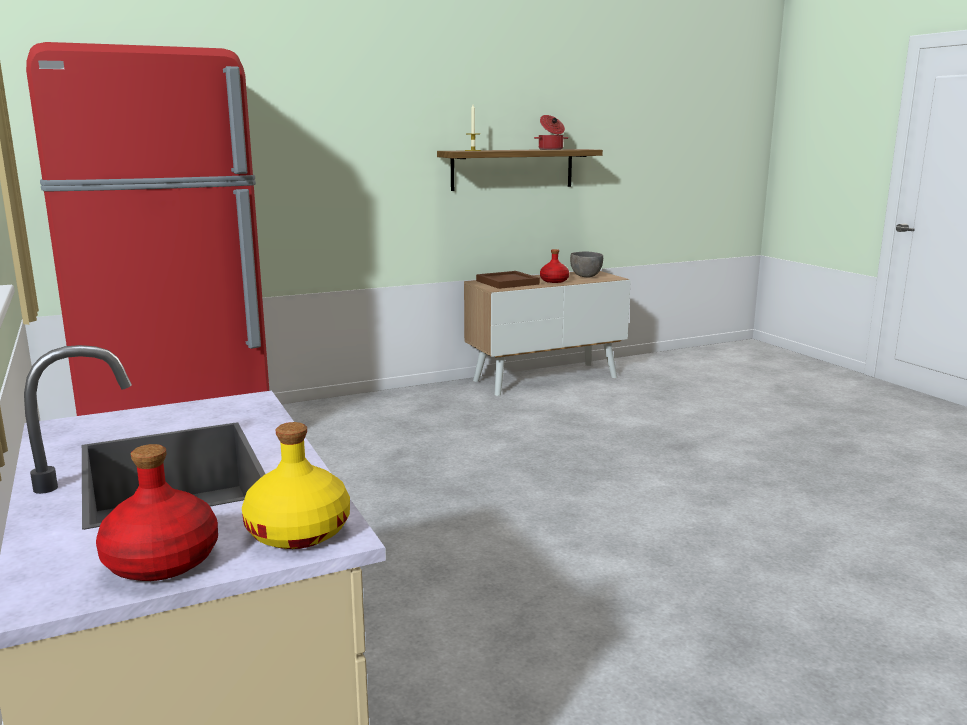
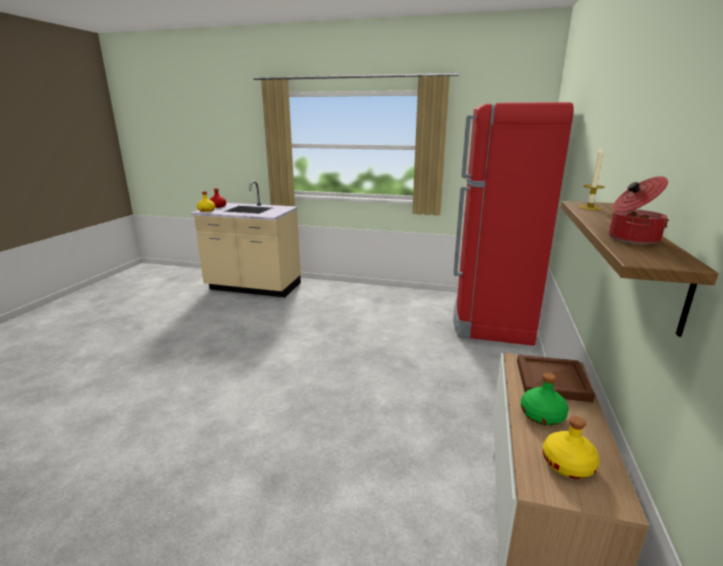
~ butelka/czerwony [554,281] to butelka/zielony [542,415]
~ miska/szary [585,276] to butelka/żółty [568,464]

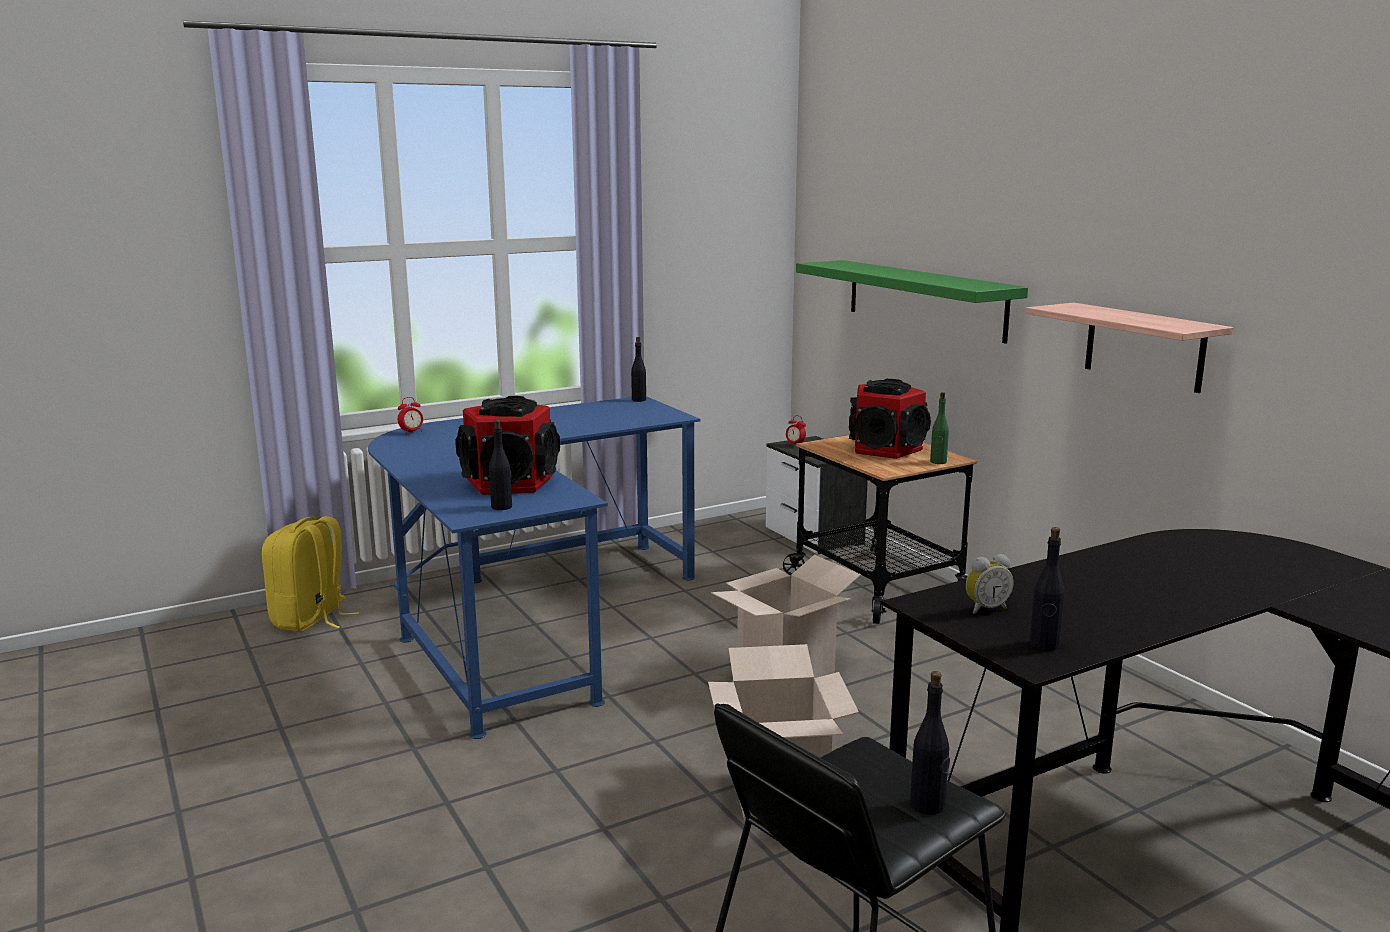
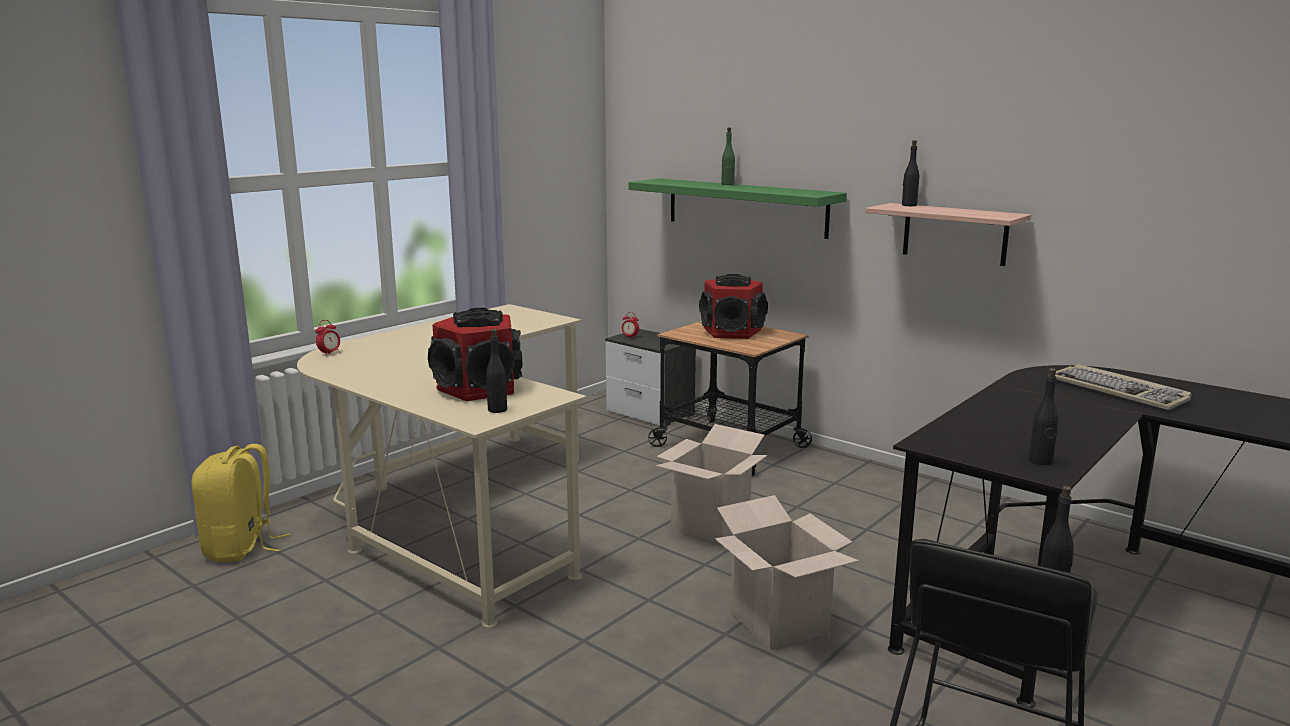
~ biurko/niebieski [528,618] to biurko/beżowy [457,515]
~ butelka/czarny [638,400] to [909,205]
~ butelka/zielony [938,462] to [727,184]
- budzik [985,609]
+ klawiatura [1119,391]

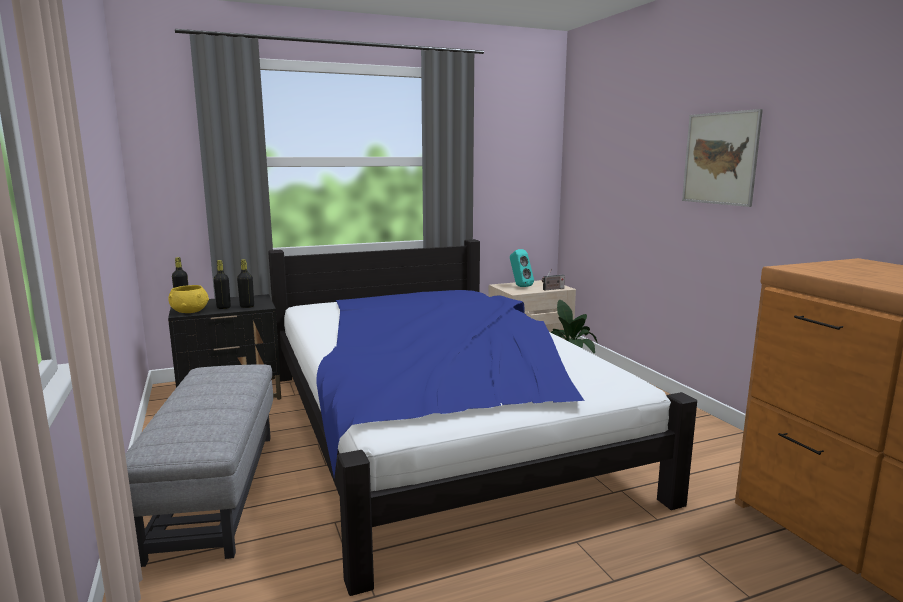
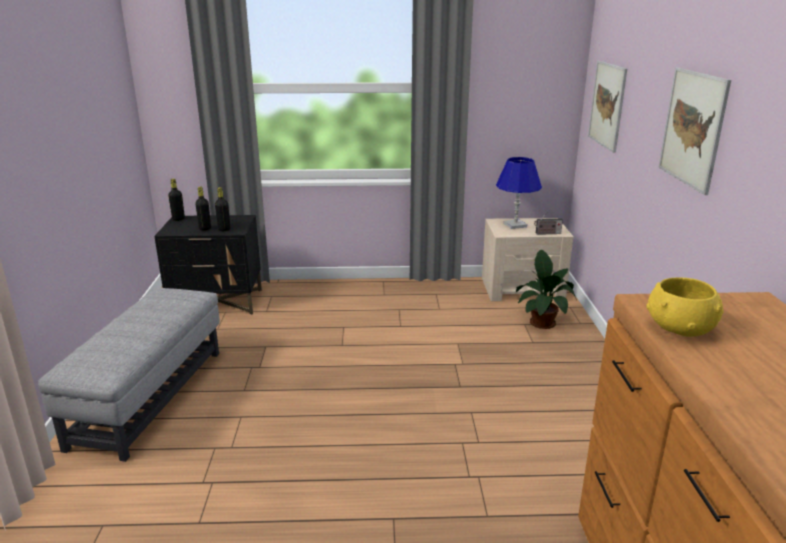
~ miska/żółty [190,311] to [680,328]
- łóżko [438,427]
~ głośnik/turkusowy [519,286] to lampa stołowa/niebieski [515,225]
+ obraz [607,105]

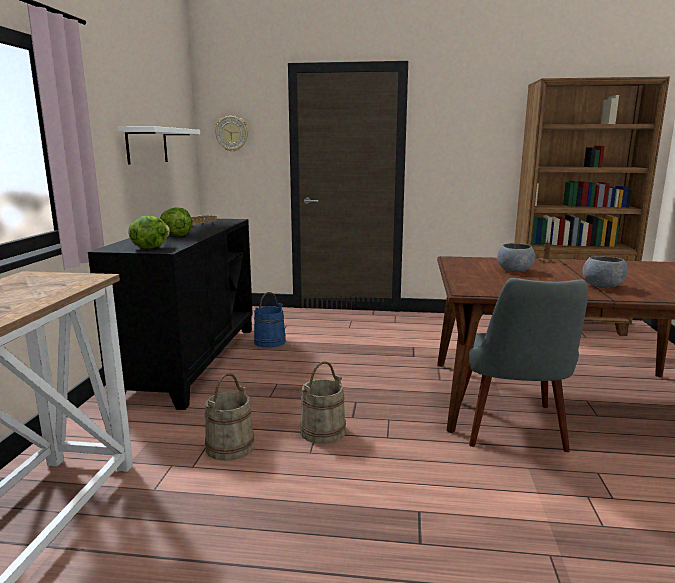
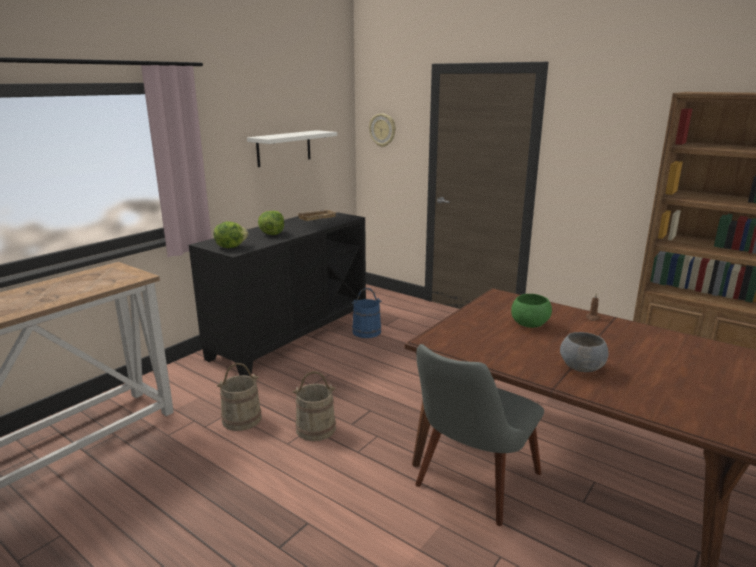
~ miska/szary [514,271] to miska/zielony [529,324]

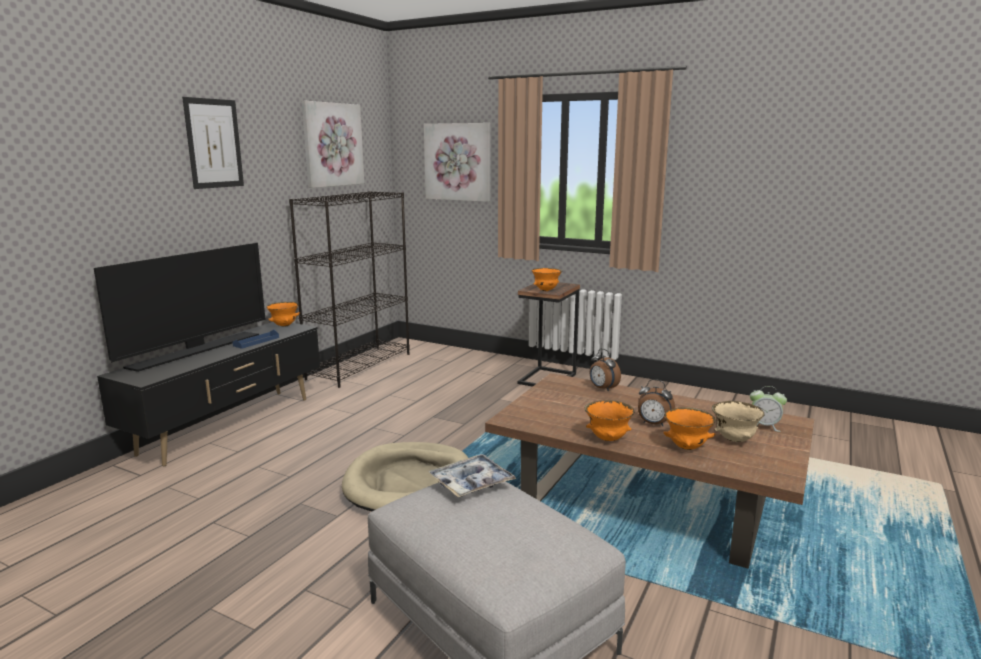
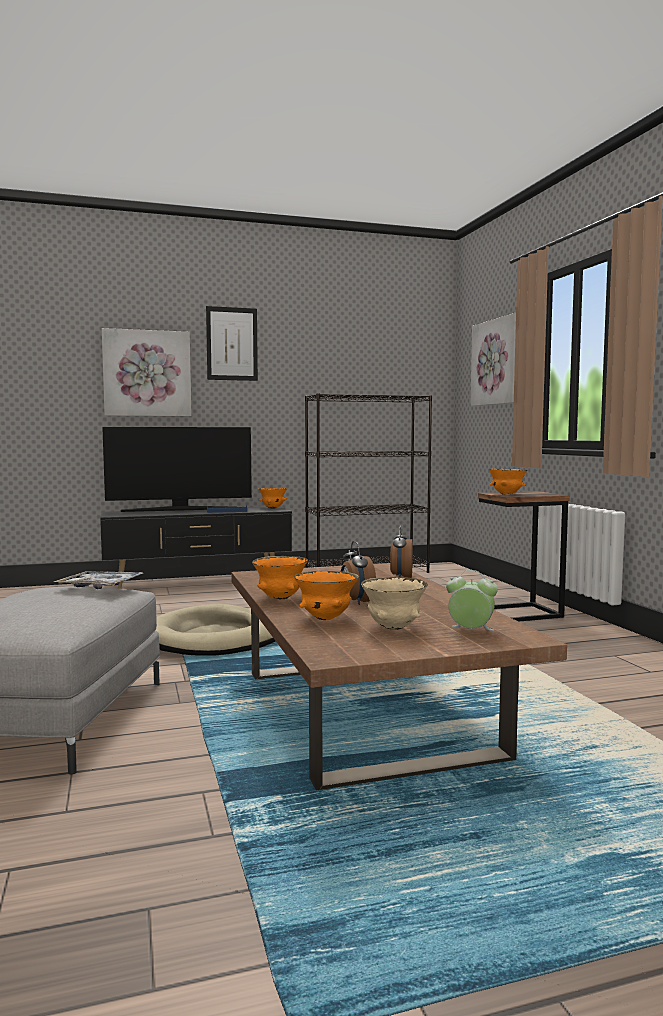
~ obraz [332,144] to [147,373]
~ budzik [764,426] = [471,631] 135 degrees clockwise

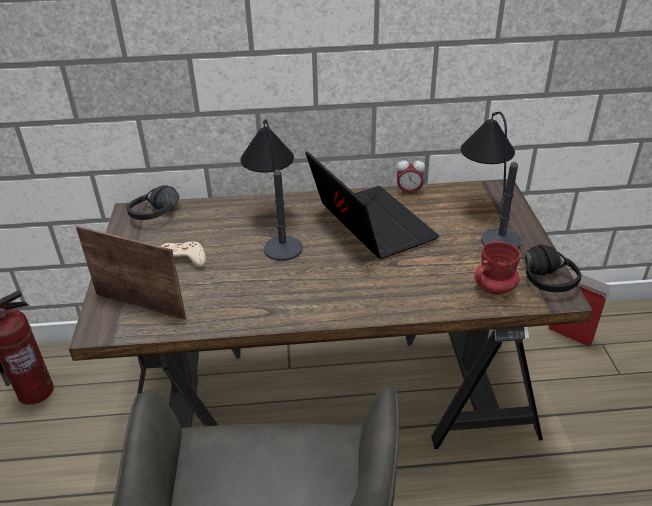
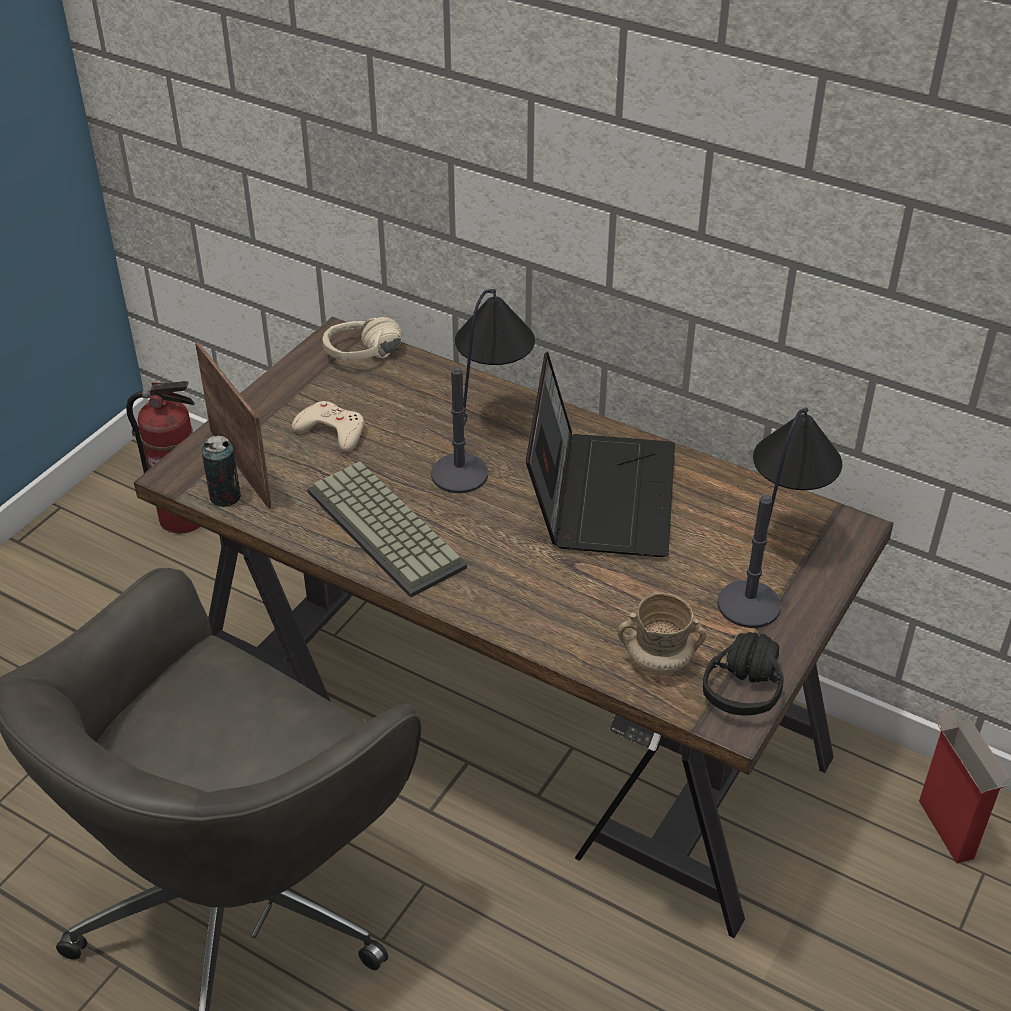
~ słuchawki/czarny [161,216] to słuchawki/beżowy [366,360]
- budzik [409,192]
~ kubek/czerwony [494,288] to kubek/beżowy [658,661]
+ puszka [225,497]
+ klawiatura [389,529]

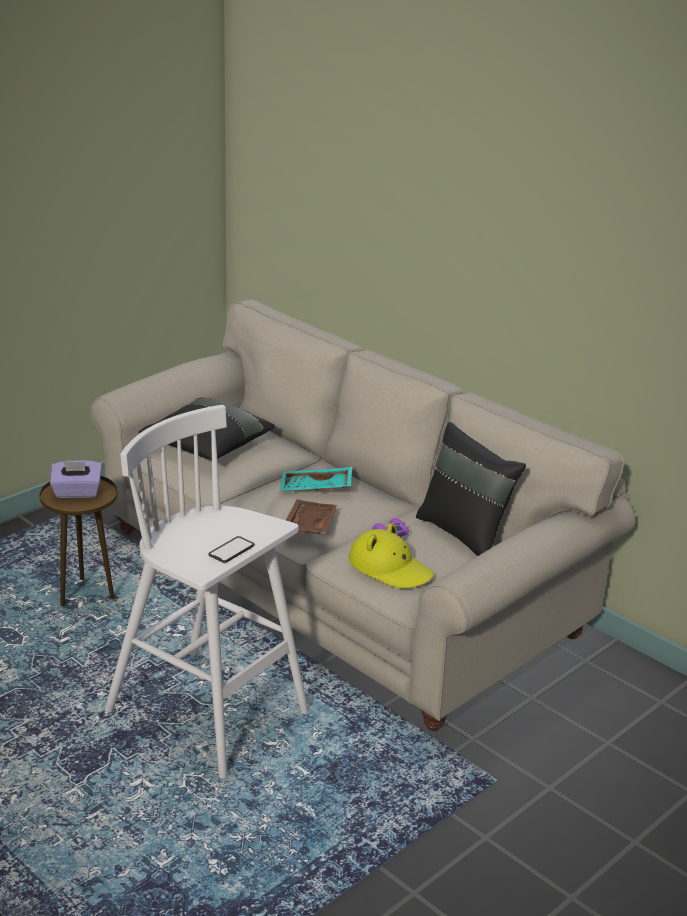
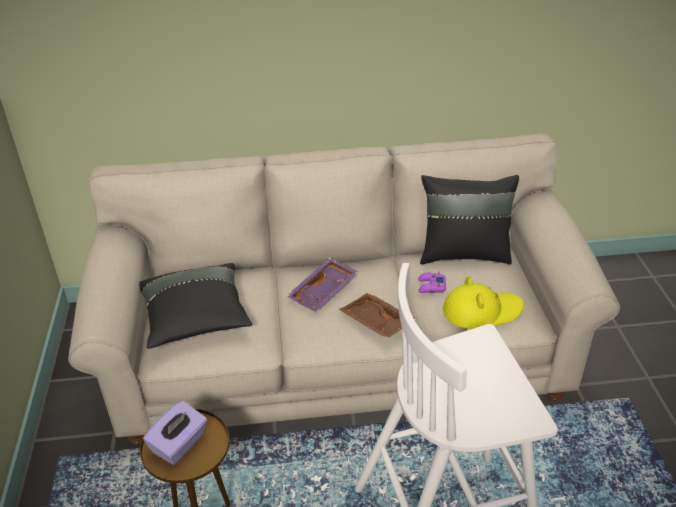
- telefon [231,550]
~ taca/turkusowy [316,489] to taca/fioletowy [324,292]

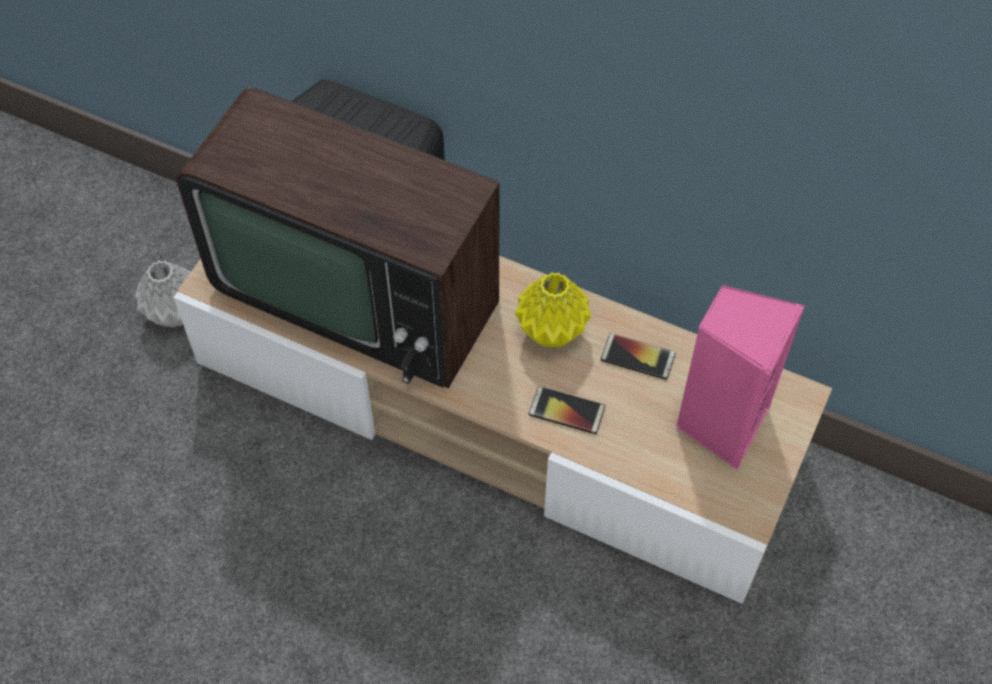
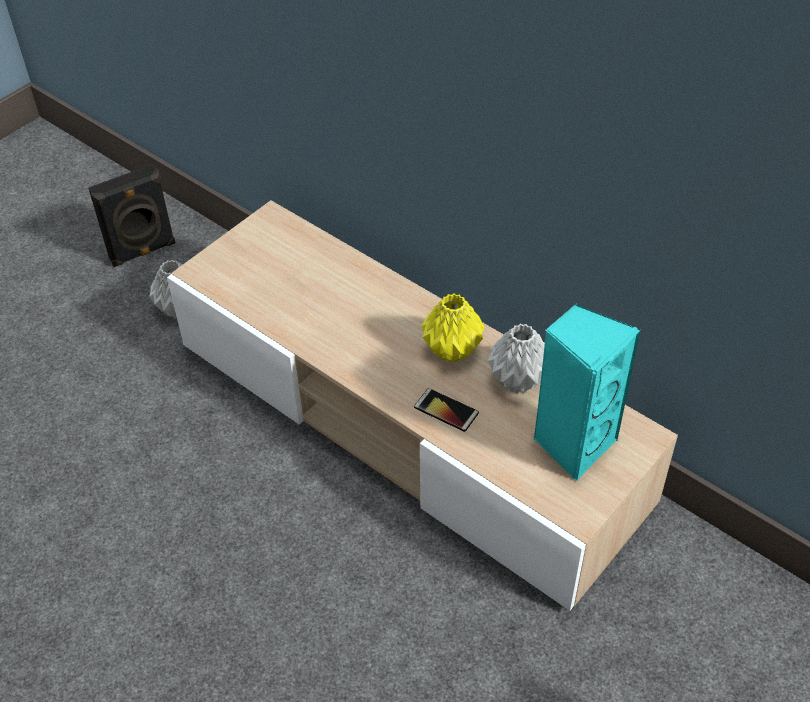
- telewizor [360,279]
~ telefon [638,357] to wazon/szary [517,382]
~ głośnik/różowy [721,422] to głośnik/turkusowy [573,443]
+ głośnik/czarny [143,252]

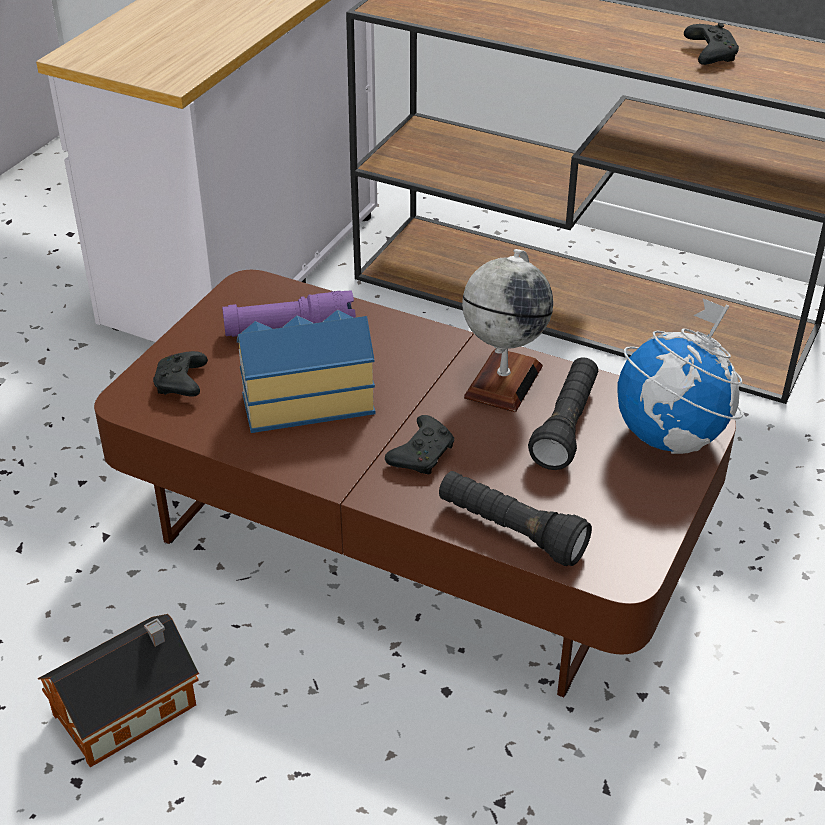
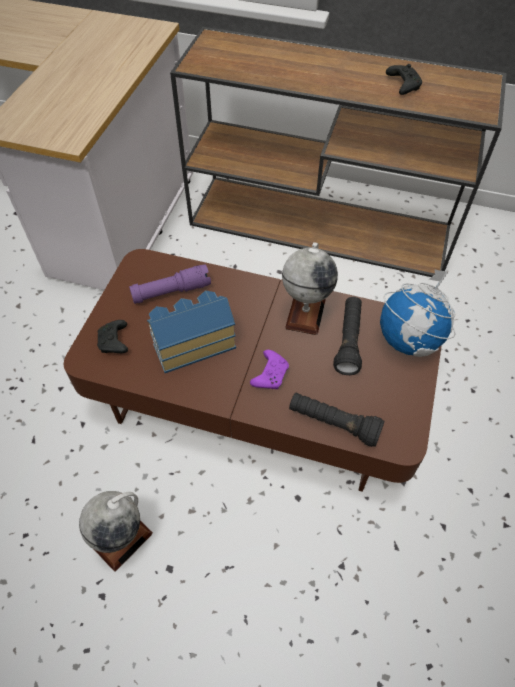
~ domek [131,708] to globus [123,540]
~ pad do gier/czarny [422,454] to pad do gier/fioletowy [270,374]

